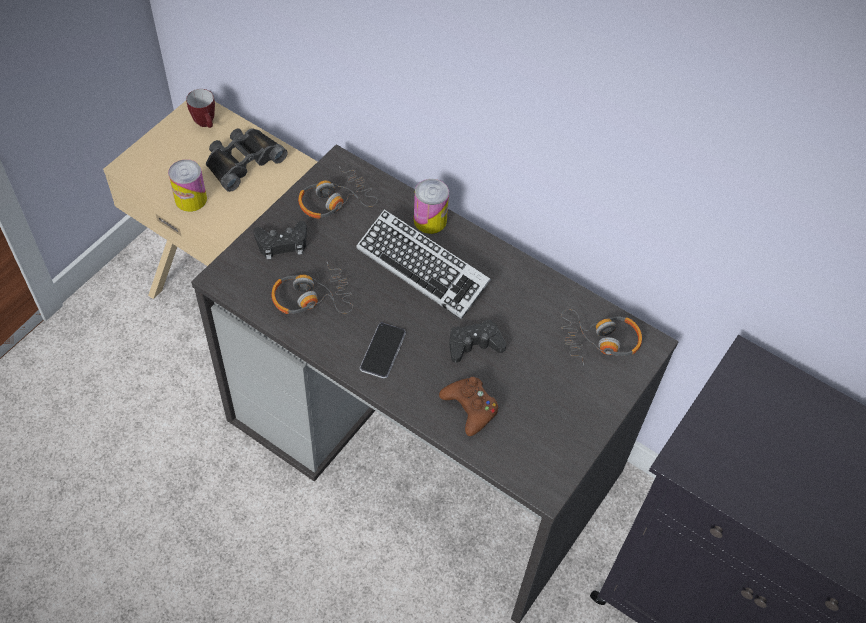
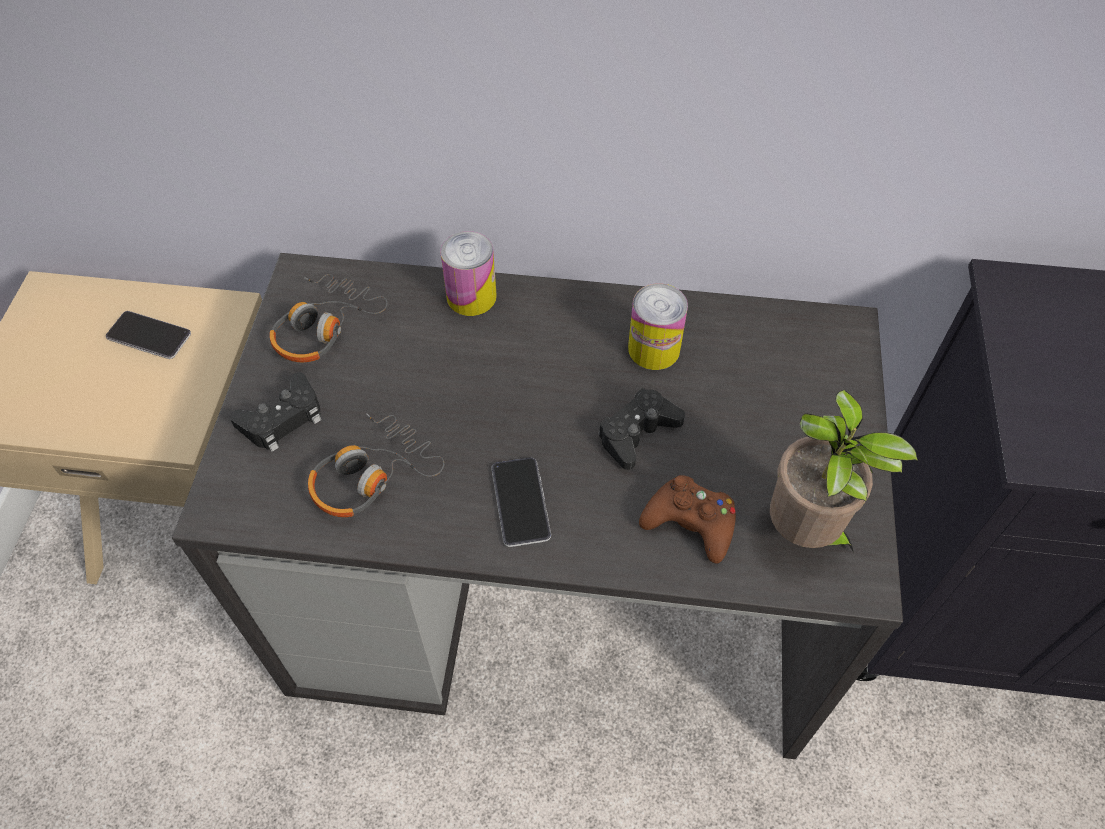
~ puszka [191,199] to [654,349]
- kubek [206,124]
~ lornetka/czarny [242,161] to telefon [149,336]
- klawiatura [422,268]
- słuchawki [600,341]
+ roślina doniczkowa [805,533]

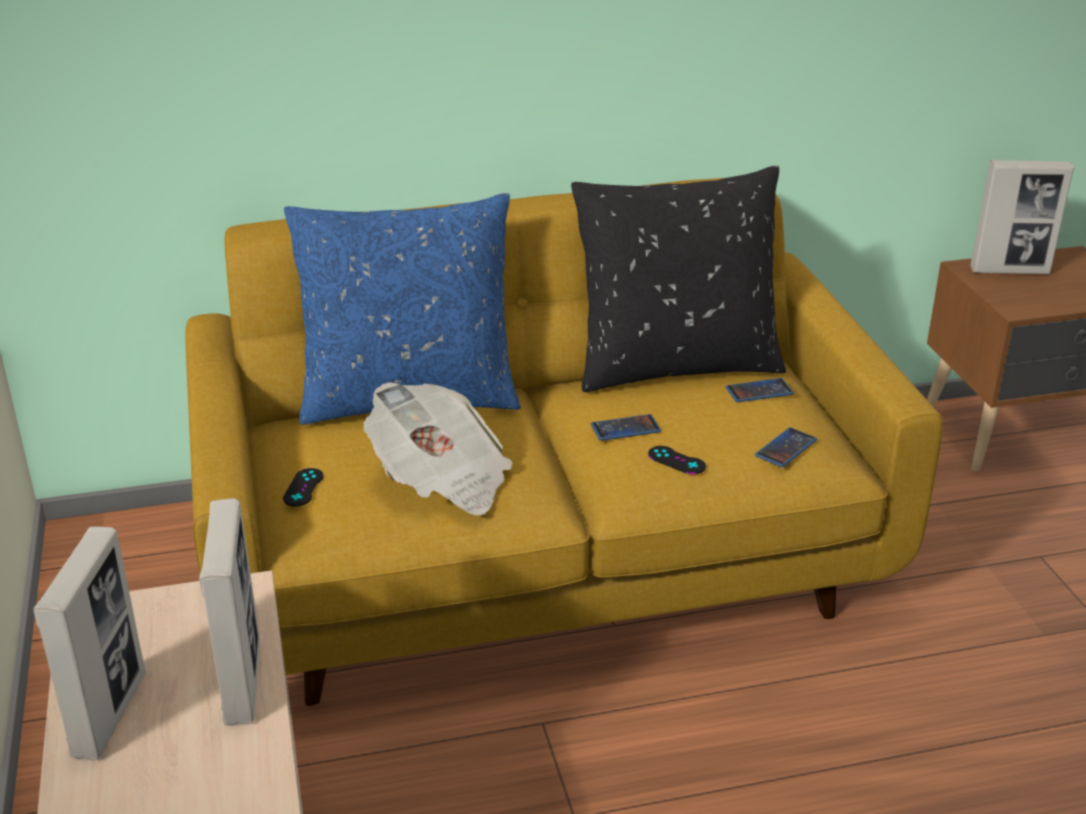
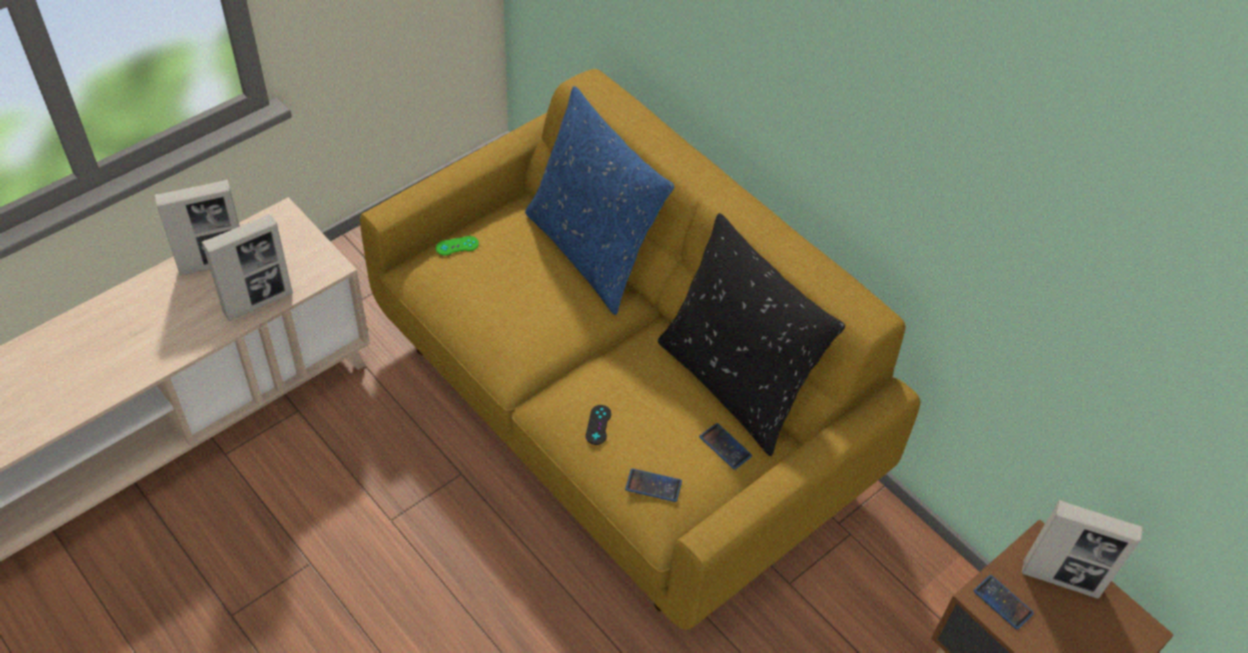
~ pad do gier/czarny [303,487] to pad do gier/zielony [457,246]
- gazeta [441,480]
~ telefon [625,428] to [1003,602]
~ ramka na zdjęcie [1010,271] = [1061,579] 45 degrees counterclockwise

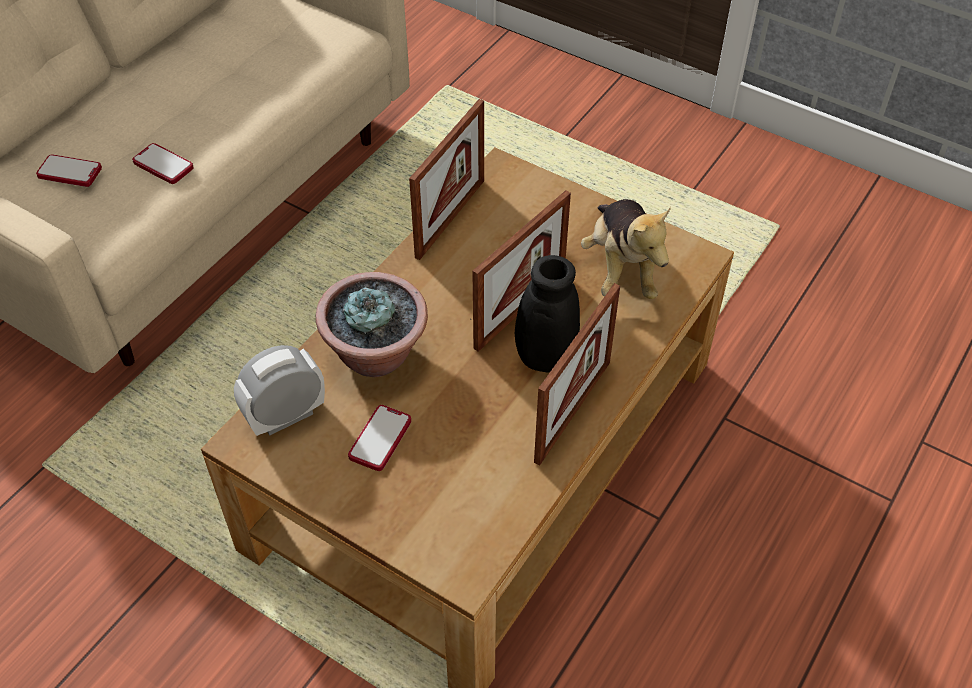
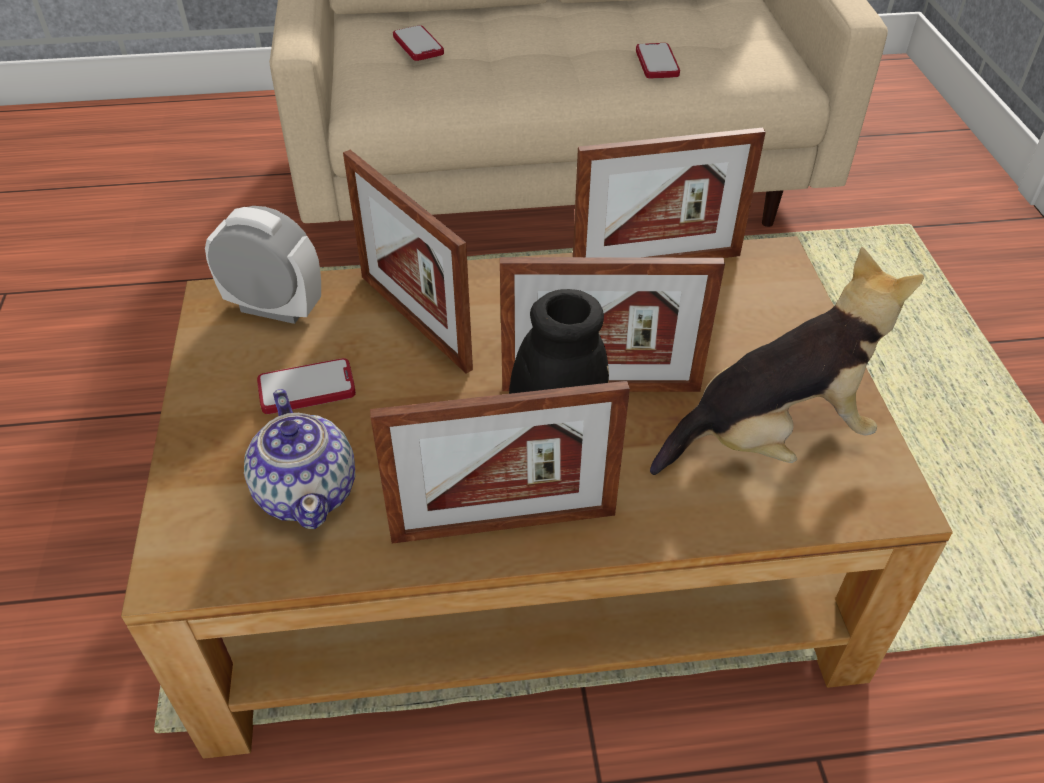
~ telefon [163,165] to [657,63]
~ roślina doniczkowa [377,355] to ramka na zdjęcie [414,321]
~ pluszak [621,268] = [772,437] 150 degrees counterclockwise
+ imbryk [308,491]

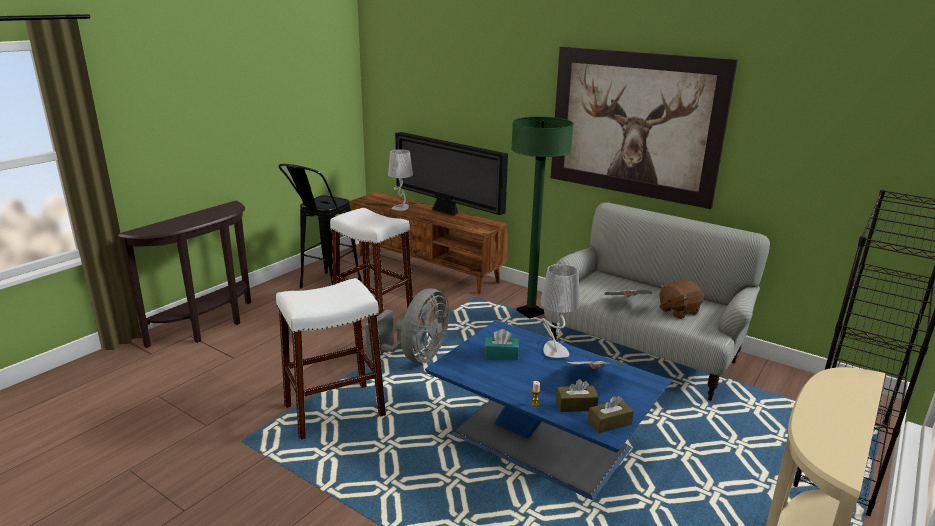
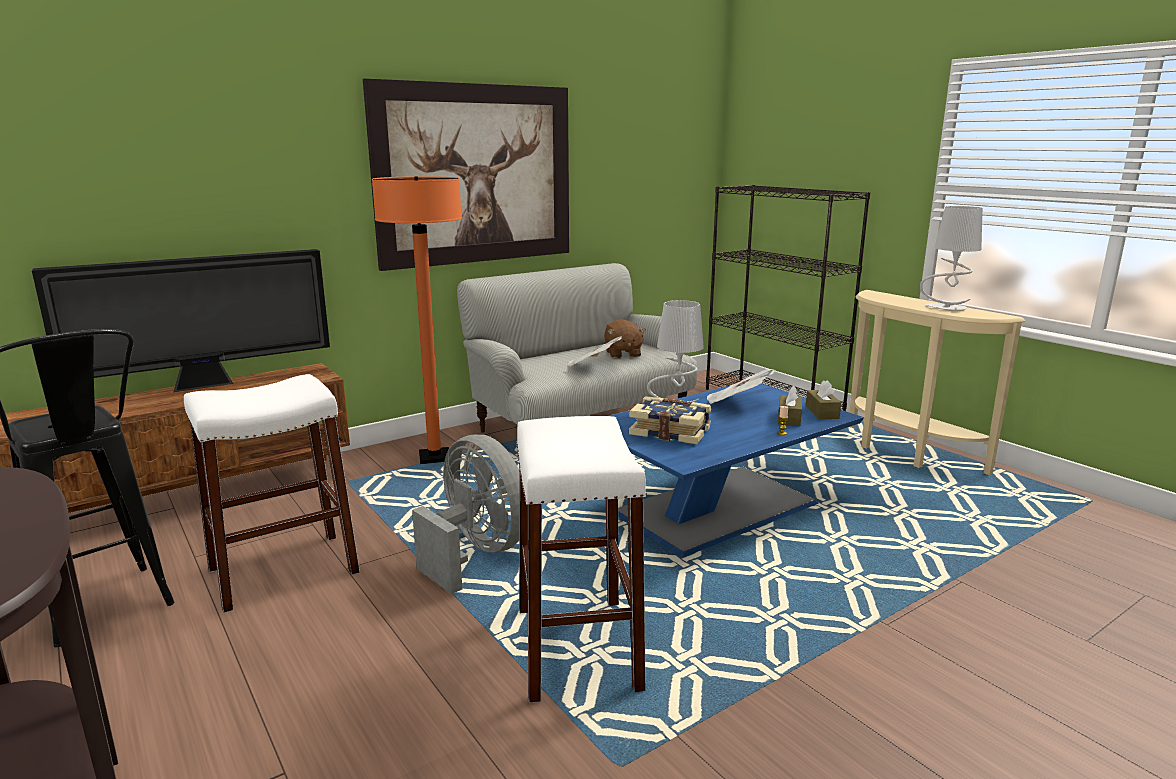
~ lampa stołowa/szary [401,208] to [946,308]
~ pudełko chusteczek/turkusowy [501,354] to książka [670,431]
~ lampa stojąca/zielony [531,312] to lampa stojąca/pomarańczowy [434,457]

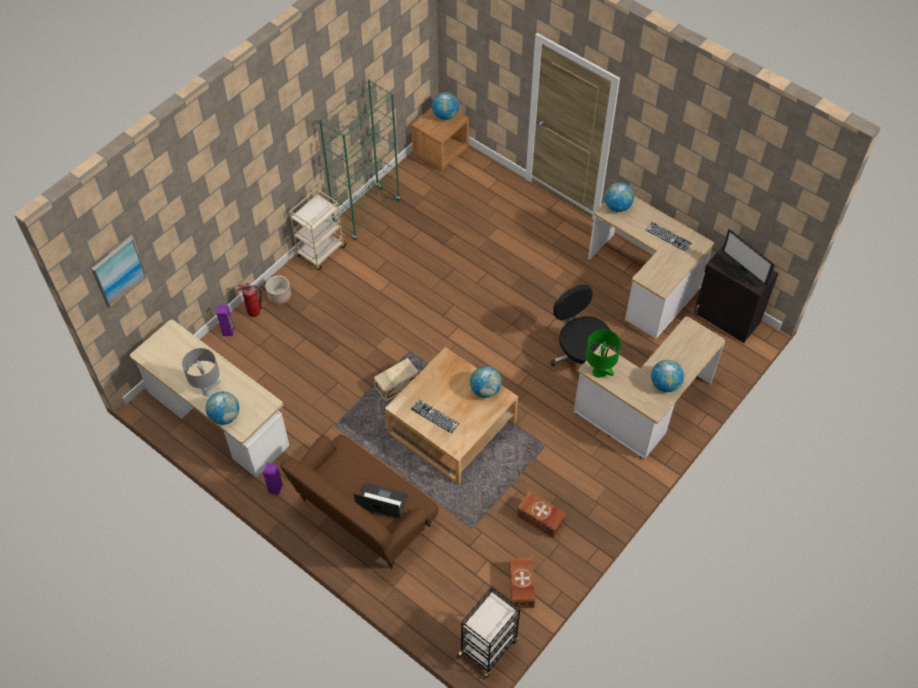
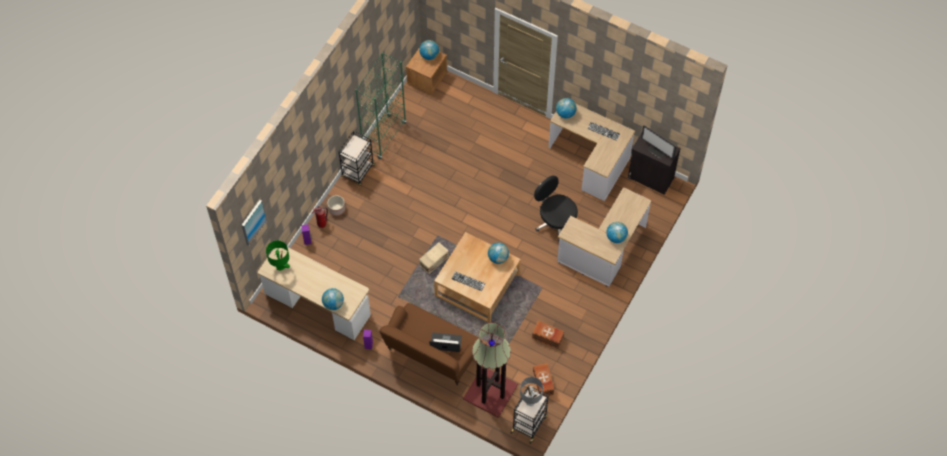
~ lampa stołowa/szary [208,391] to [530,401]
~ wózek/beżowy [321,252] to wózek/czarny [358,171]
~ lampa stołowa/zielony [599,372] to [280,266]
+ lampa stojąca [489,392]

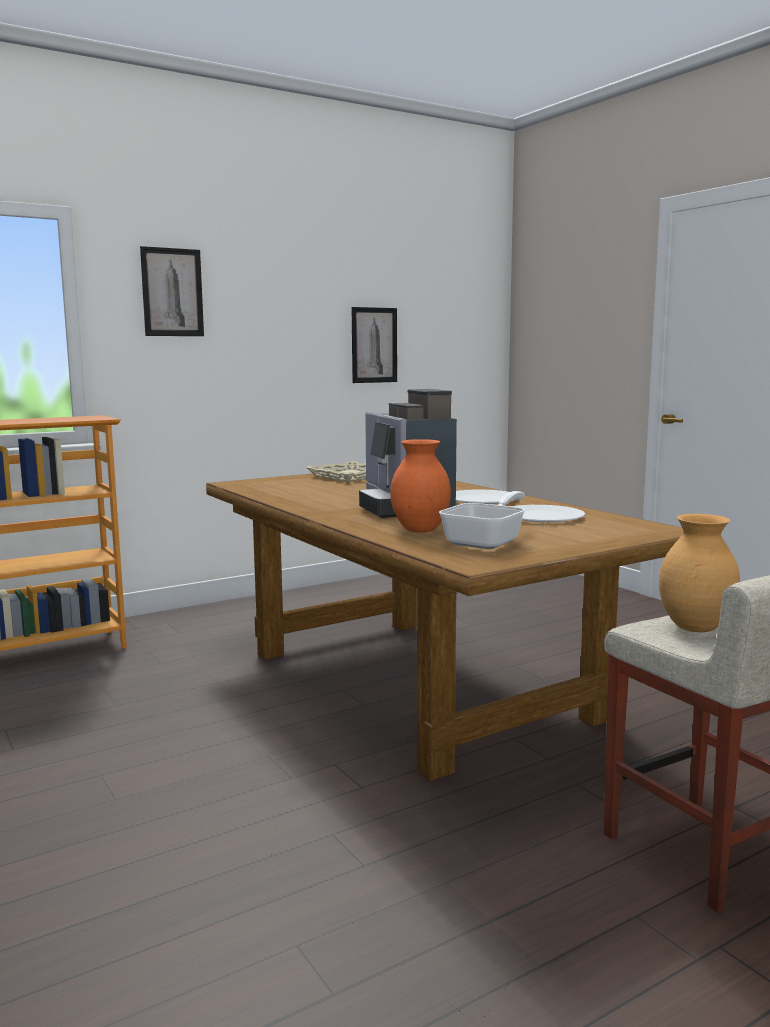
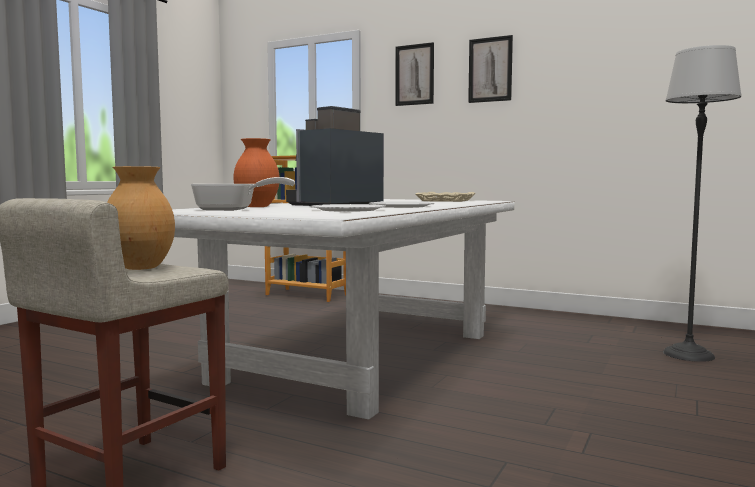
~ stół jadalny/brązowy [417,684] to stół jadalny/biały [361,357]
~ obraz [374,345] to [490,69]
+ lampa stojąca [688,354]

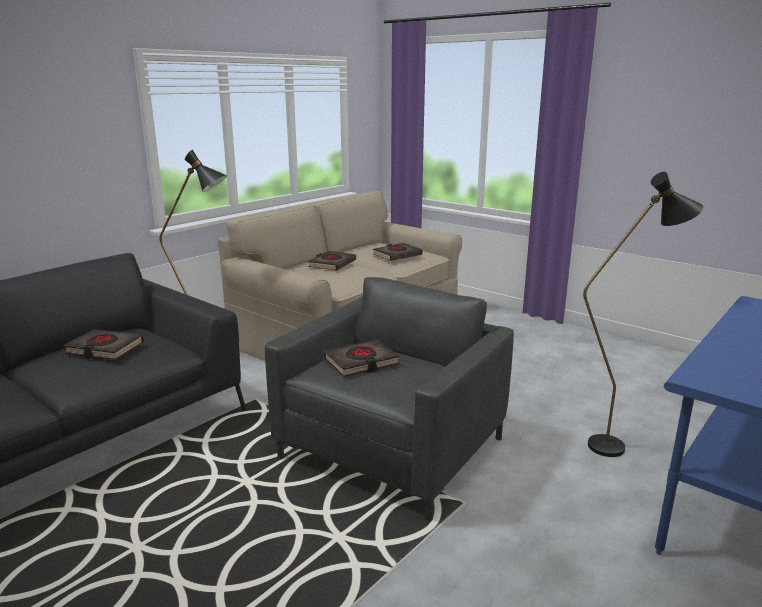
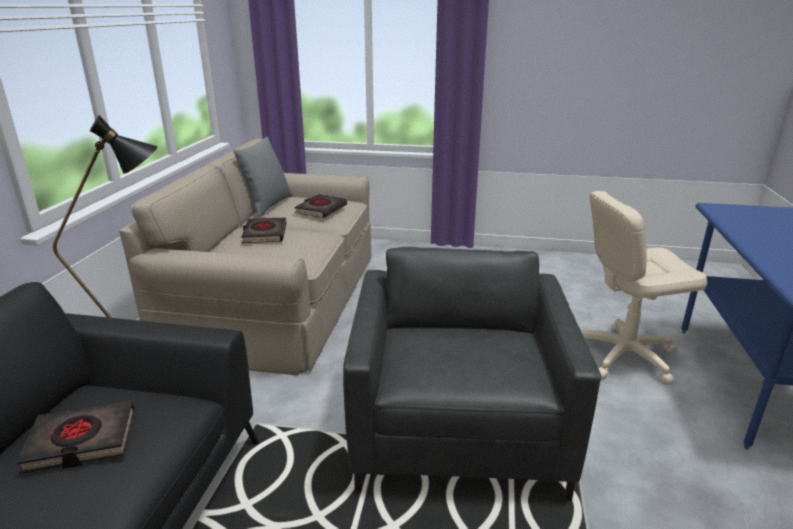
- książka/czarny [361,362]
~ lampa stojąca/czarny [618,445] to krzesło biurowe/beżowy [624,355]
+ poduszka/szary [267,205]

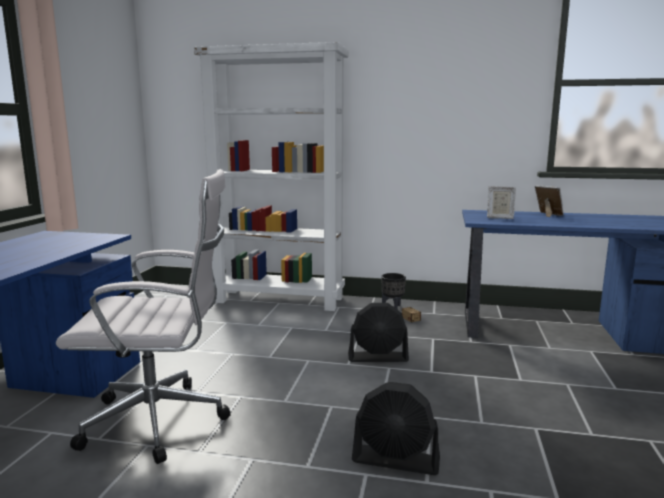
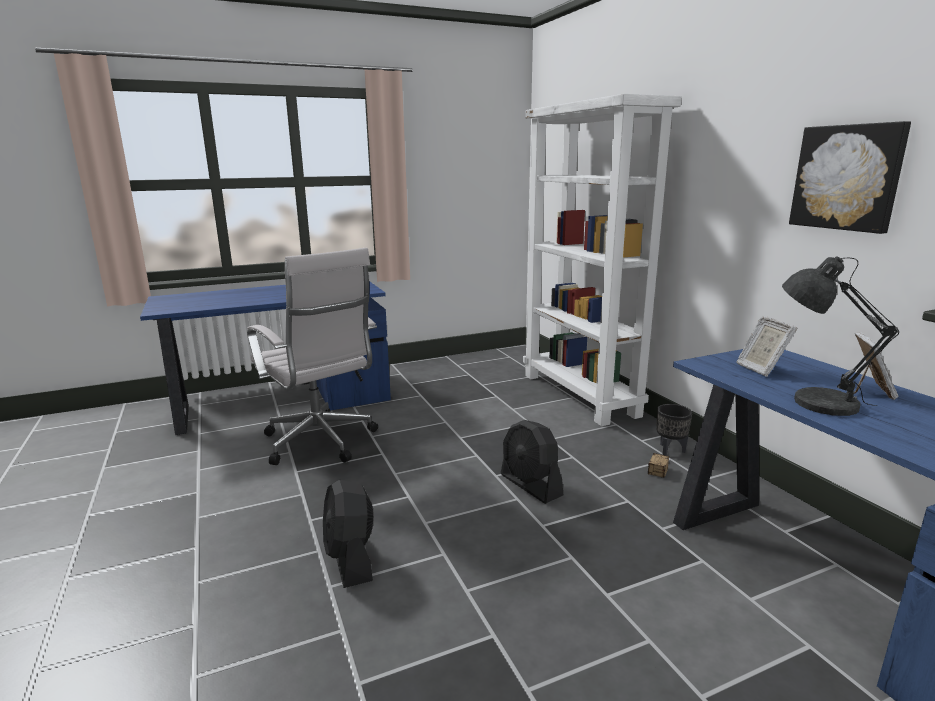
+ lampa stołowa/szary [816,402]
+ obraz [847,177]

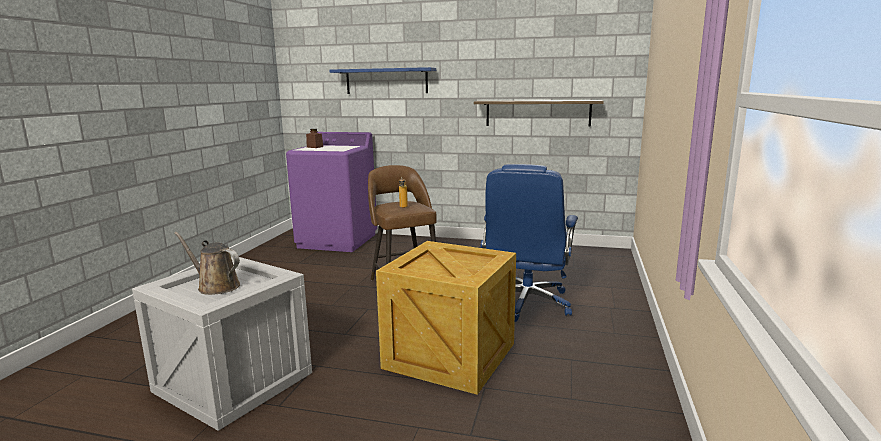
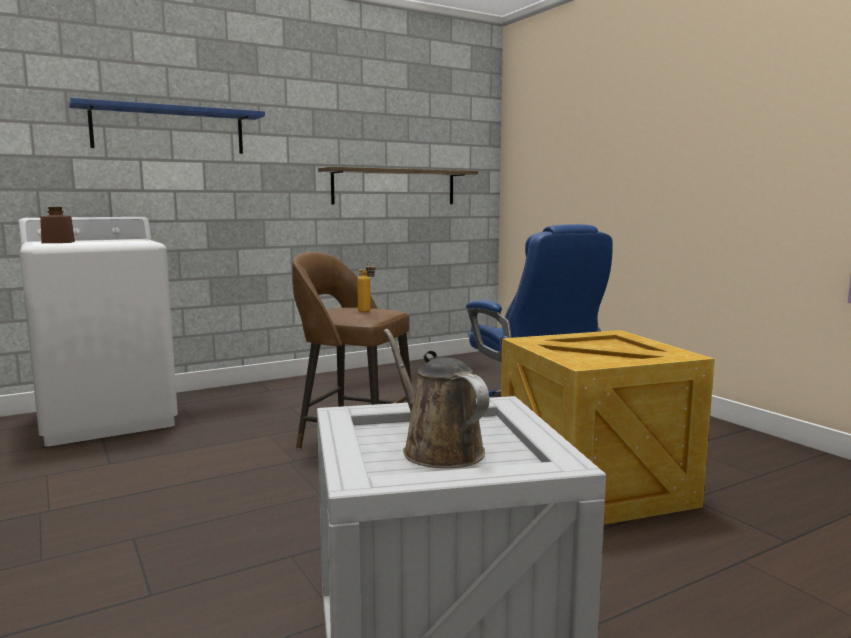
~ konewka/brązowy [215,286] = [438,450] 75 degrees clockwise
~ pralka/fioletowy [337,241] to pralka/biały [108,419]

